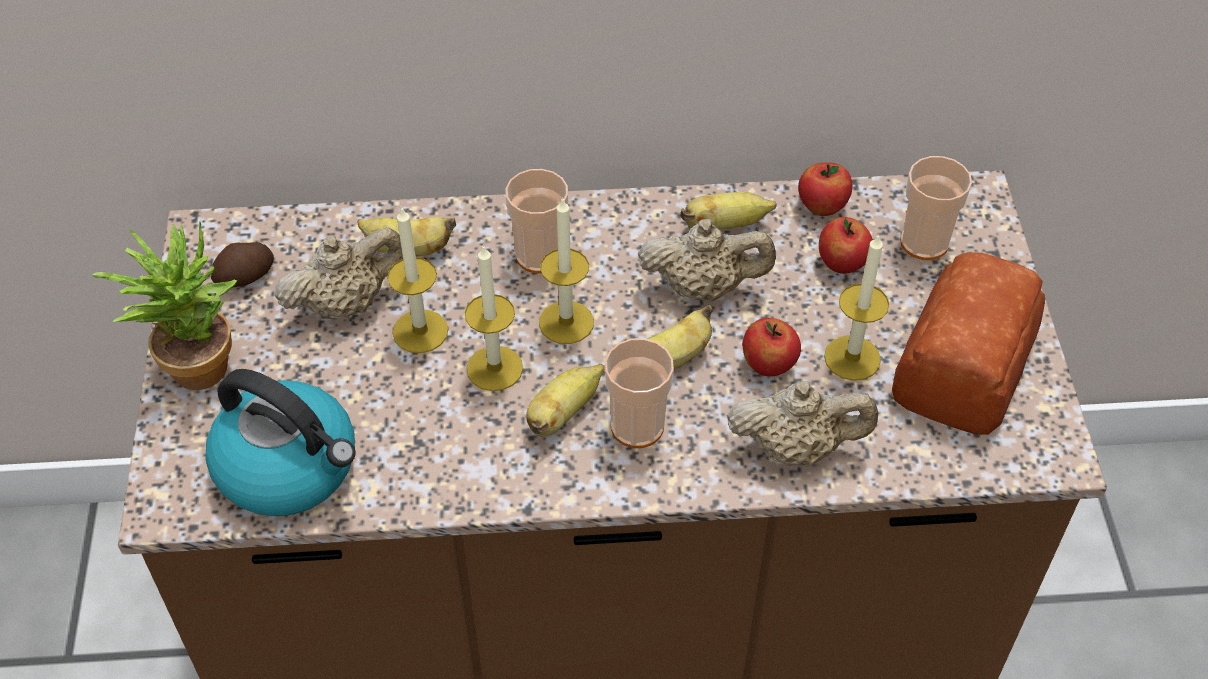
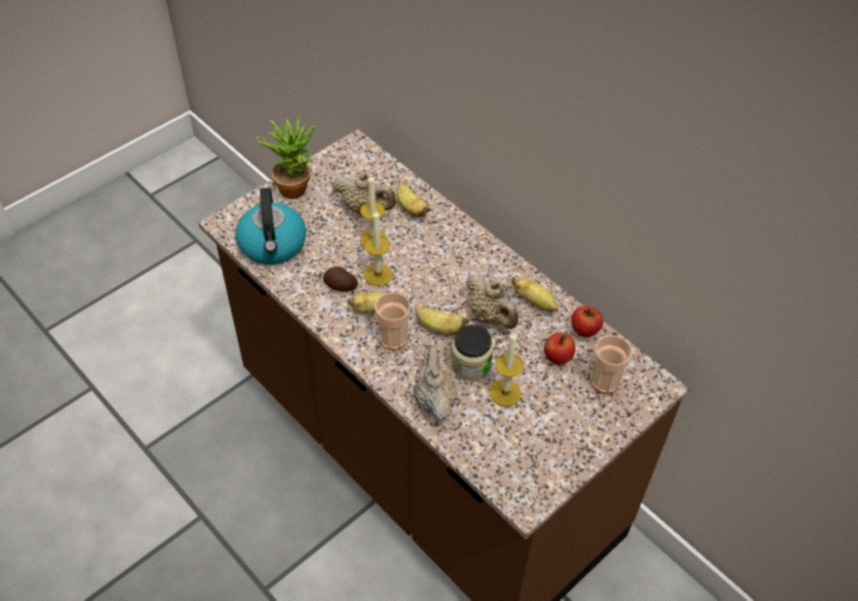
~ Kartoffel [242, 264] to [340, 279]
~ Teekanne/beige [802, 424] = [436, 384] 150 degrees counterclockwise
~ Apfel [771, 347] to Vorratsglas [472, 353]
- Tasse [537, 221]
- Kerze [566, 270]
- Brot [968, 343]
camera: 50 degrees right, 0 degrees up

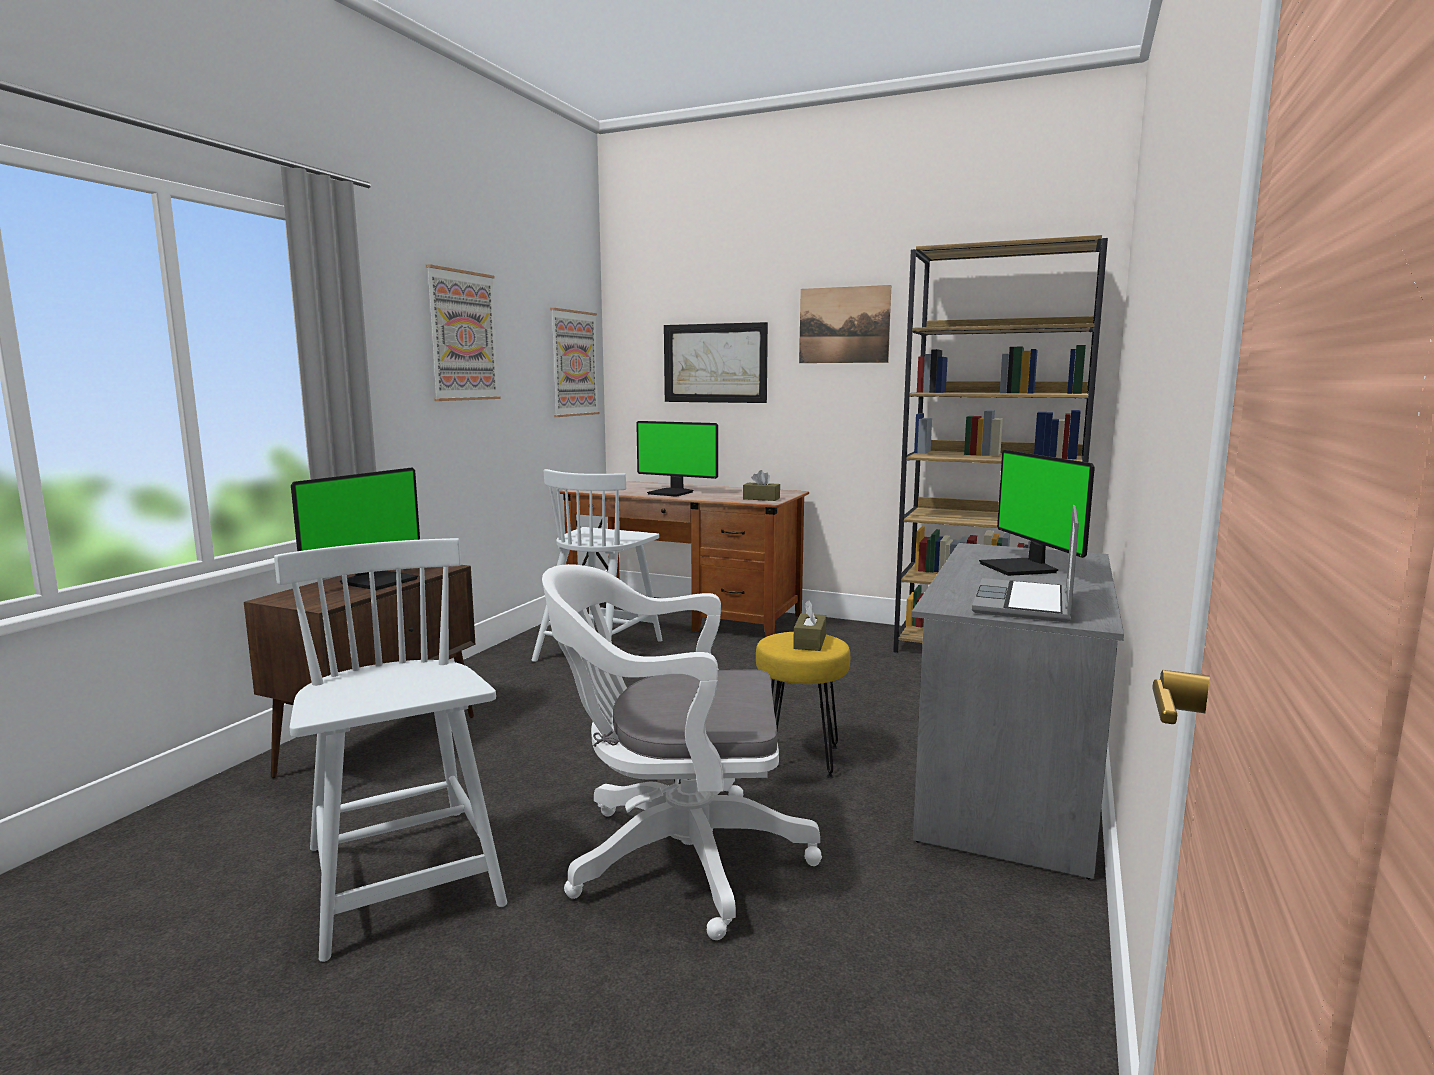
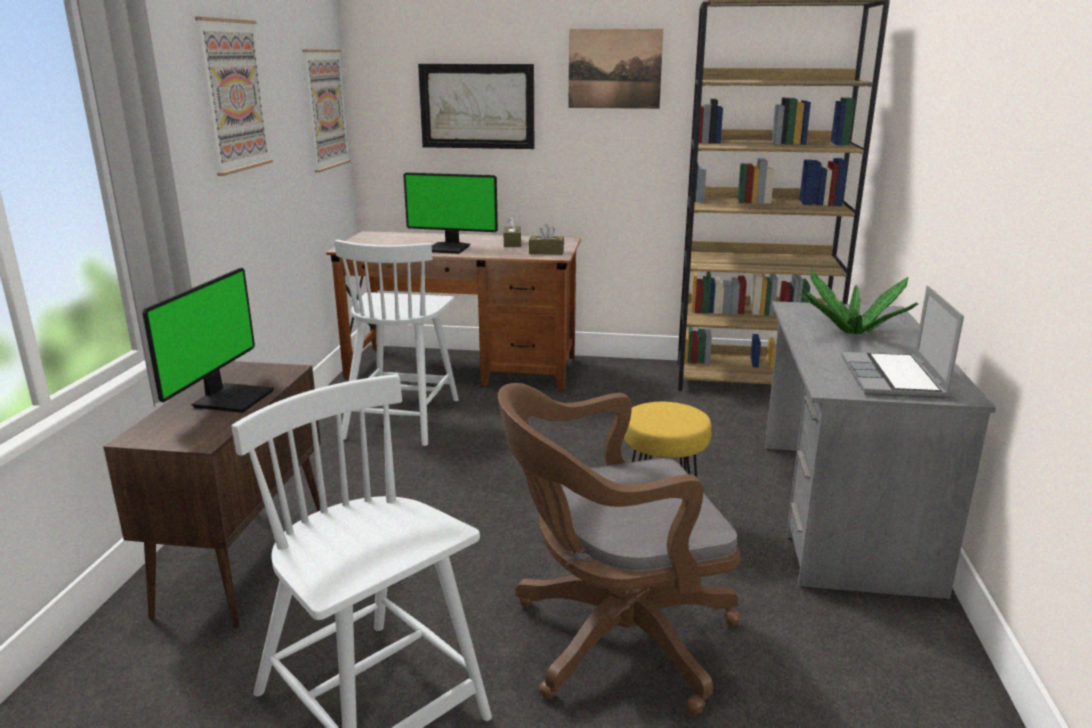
~ Bürostuhl/weiß [682, 752] to Bürostuhl/braun [619, 549]
~ Taschentuchbox/braun [809, 625] to [512, 231]
~ Monitor [1037, 513] to Topfpflanze [859, 302]
camera: 15 degrees left, 10 degrees up

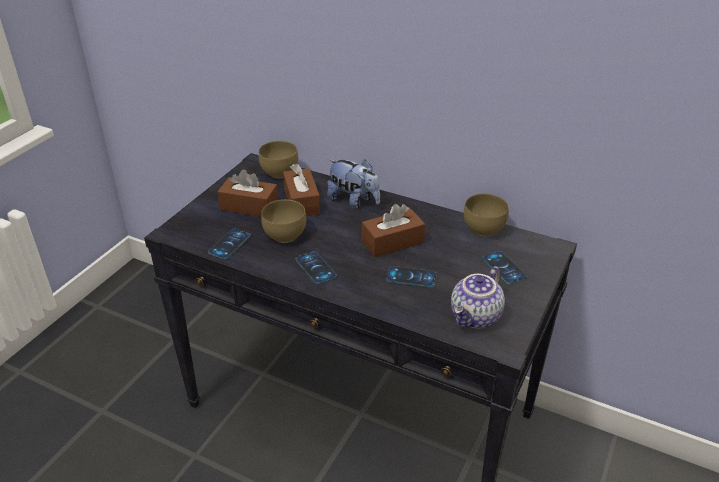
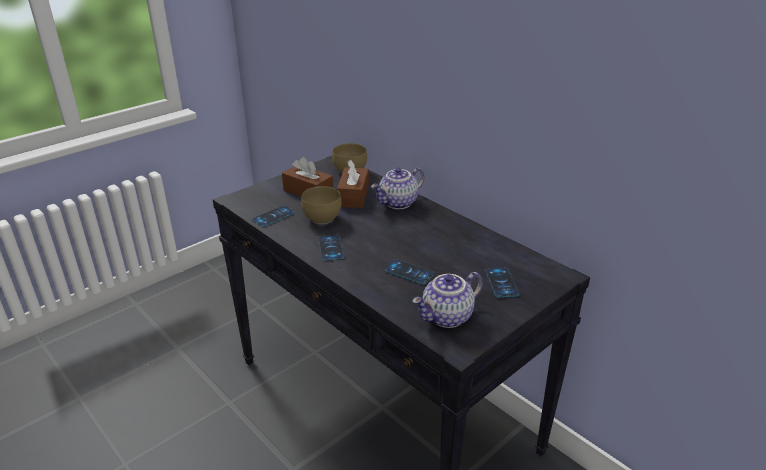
~ Plüschtier [353, 184] to Teekanne [397, 188]
- Taschentuchbox/braun [393, 231]
- Schüssel/braun [486, 214]
camera: 20 degrees right, 5 degrees down

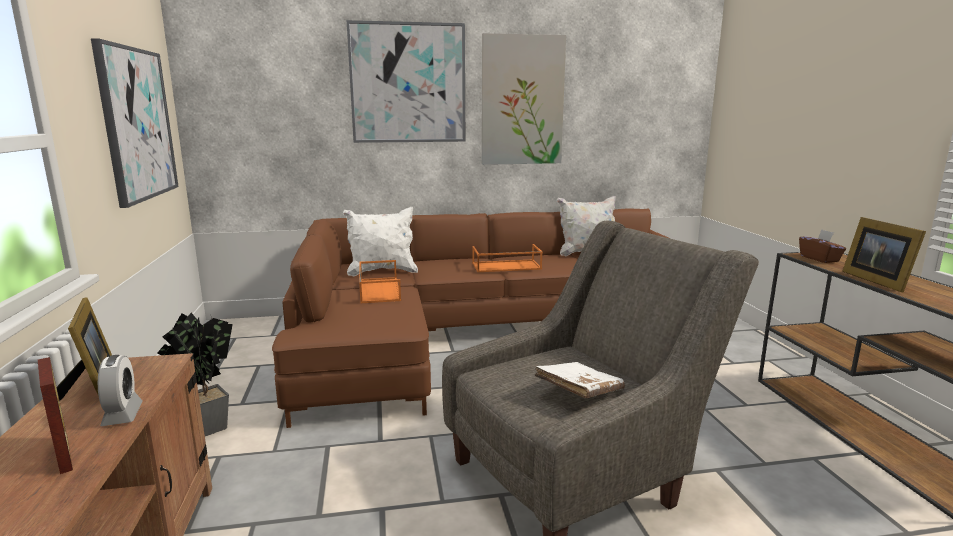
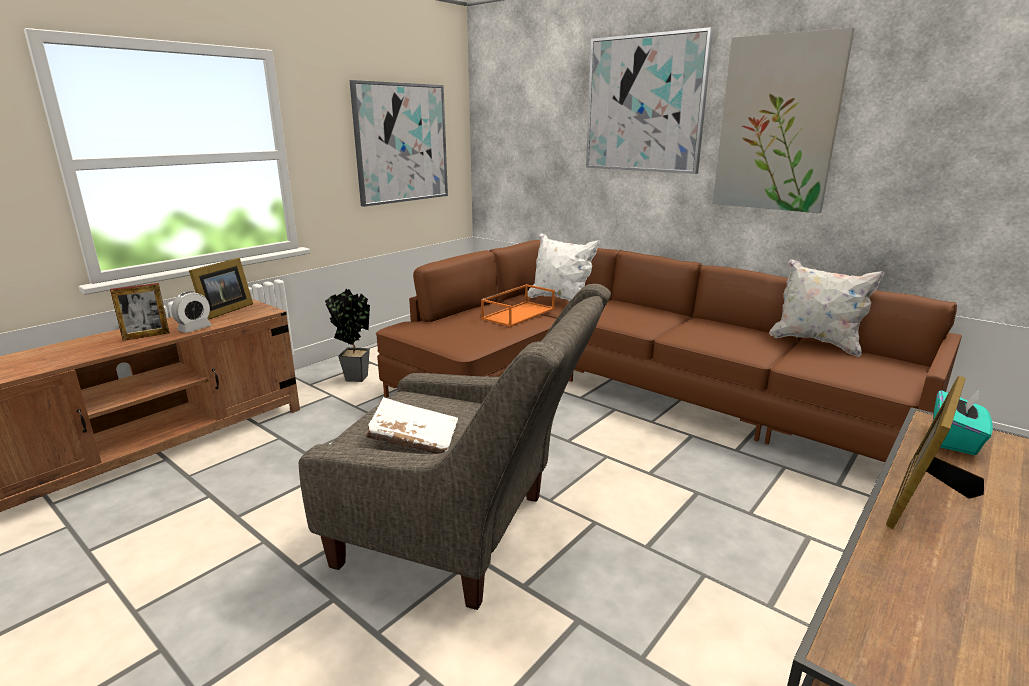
~ Bilderrahmen [55, 415] = [139, 312] 45 degrees clockwise
~ Taschentuchbox/braun [822, 246] to Taschentuchbox/türkis [963, 422]
- Tablett/orange [507, 258]
camera: 50 degrees right, 5 degrees up

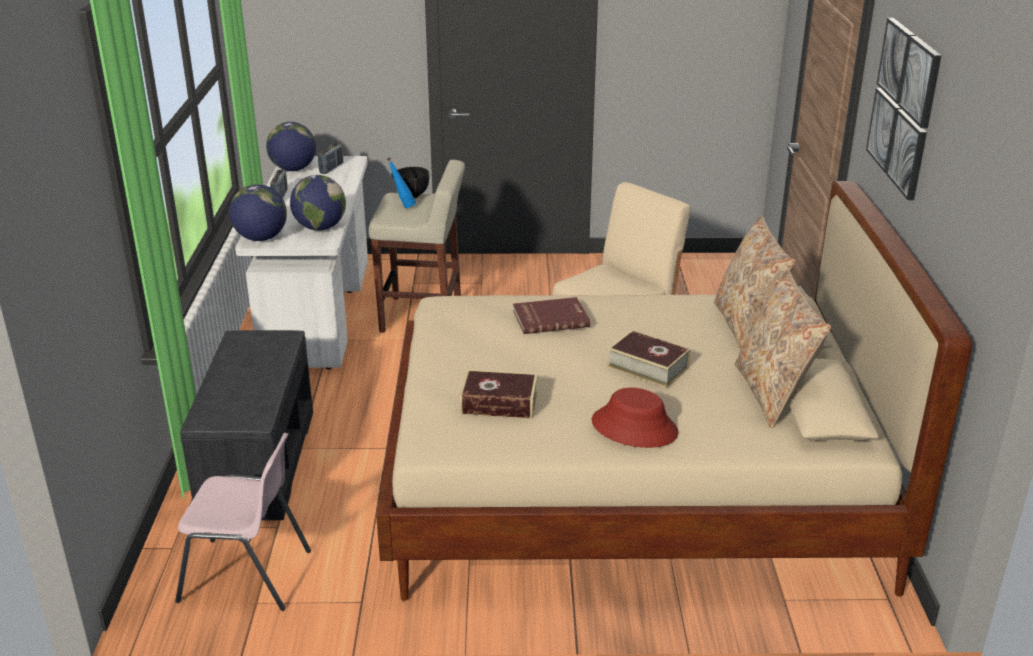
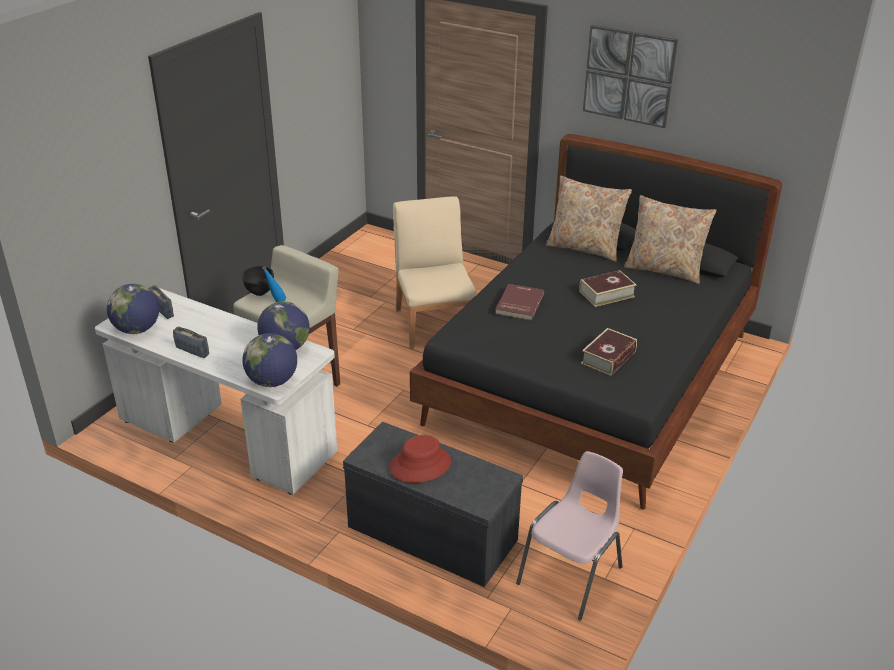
~ Hut/rot [635, 418] to [420, 459]
~ Bett/beige [674, 391] to Bett/schwarz [596, 322]
camera: 60 degrees left, 5 degrees up

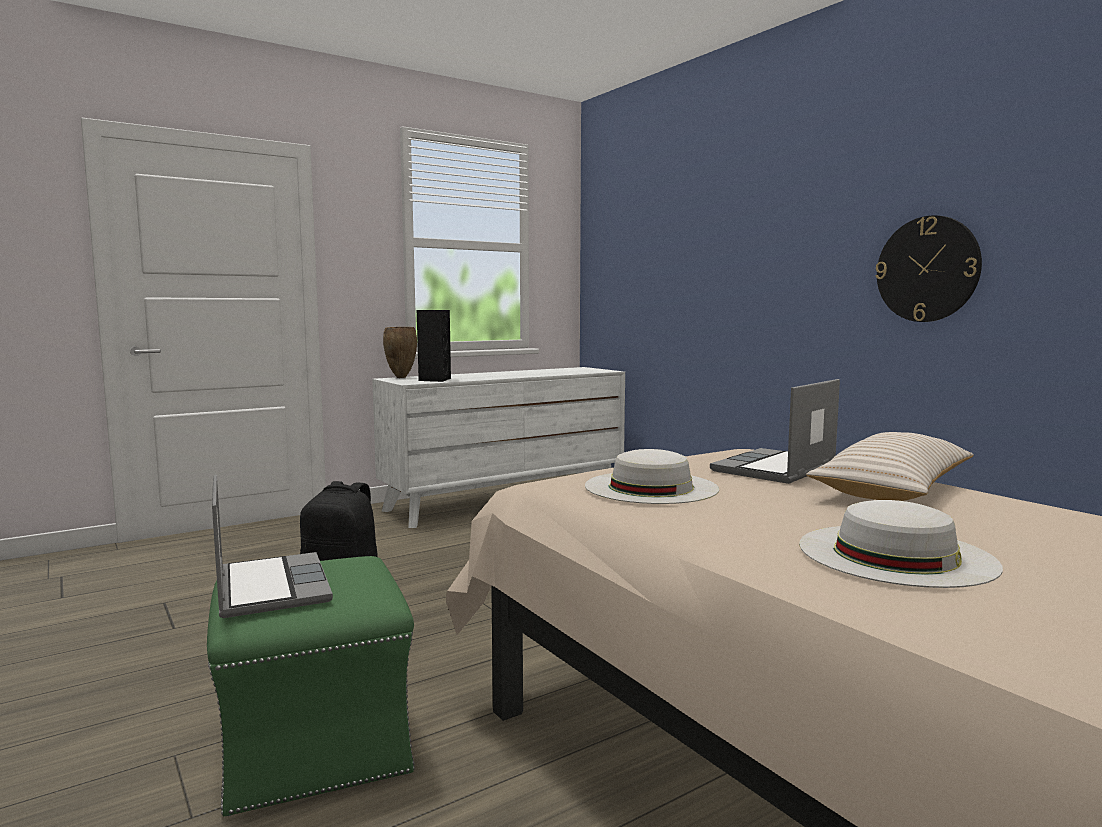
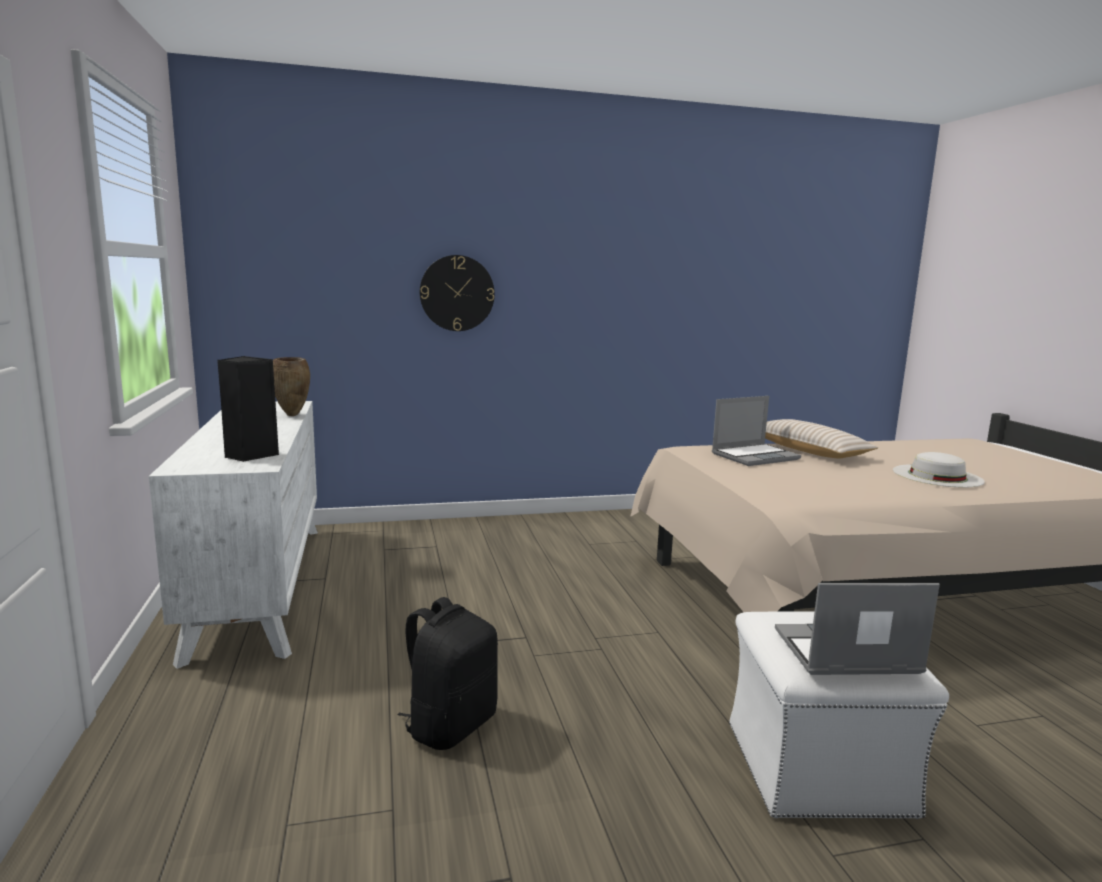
~ Vase/braun [400, 352] to [291, 386]
~ Wanduhr [928, 268] to [457, 293]
~ Laptop [775, 431] = [756, 431] 90 degrees counterclockwise
~ Polsterhocker/grün [311, 686] to Polsterhocker/weiß [839, 715]
- Hut/weiß [652, 476]
camera: 70 degrees left, 5 degrees up

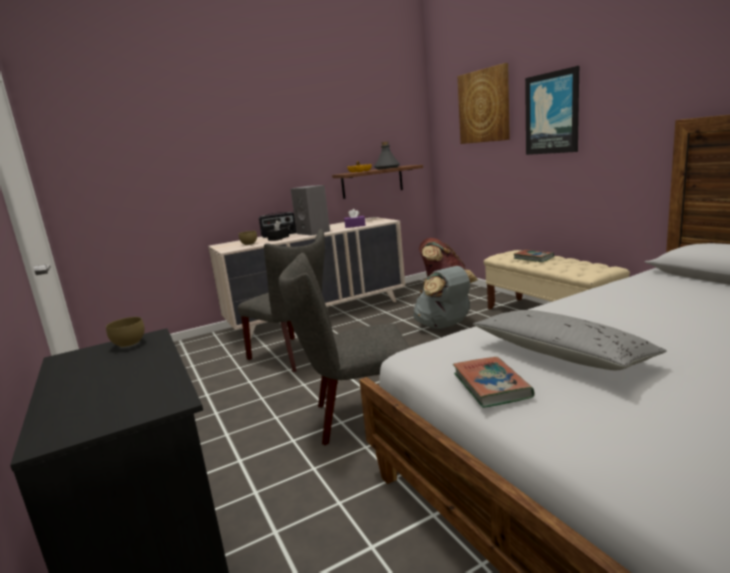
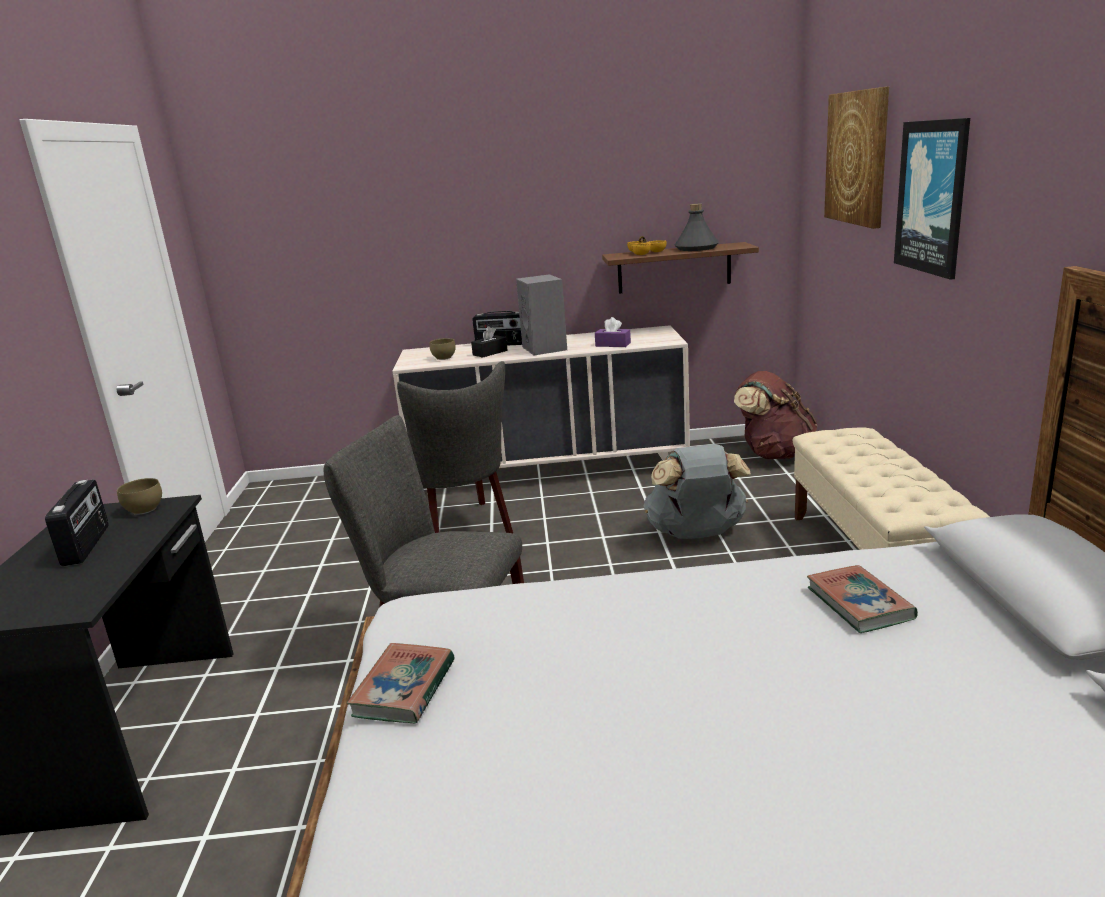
+ Radio [77, 523]
~ Buch [534, 256] to [862, 599]
- Kissen/grau [570, 340]
camera: 25 degrees right, 5 degrees up

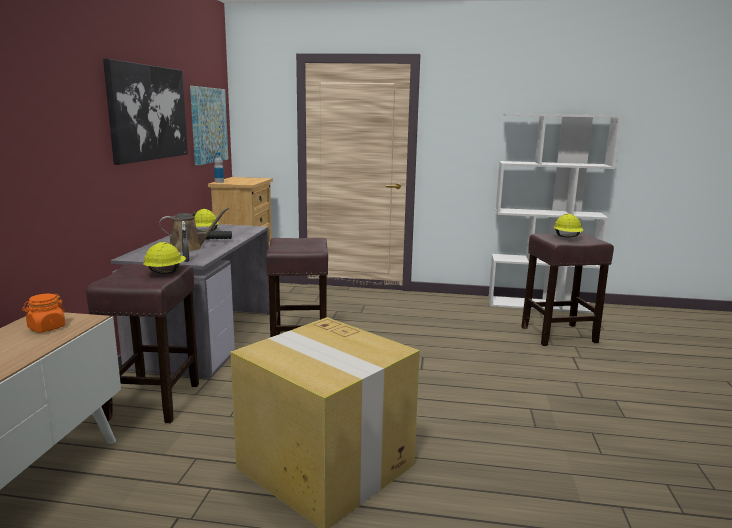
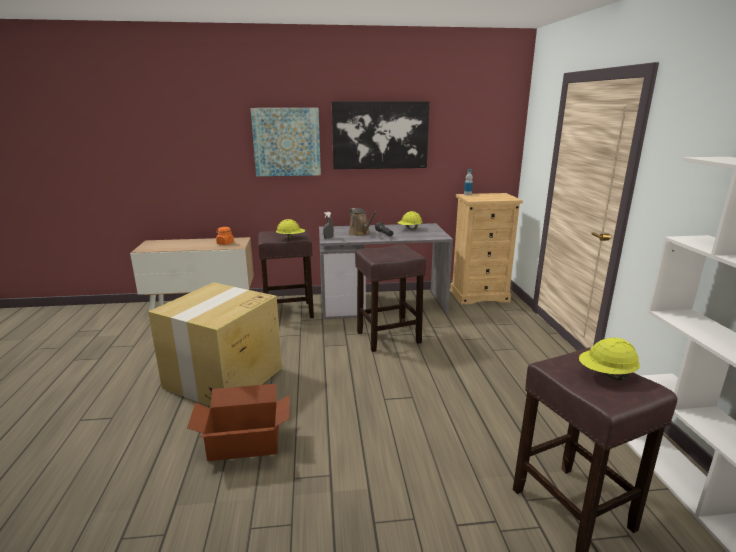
+ Karton [238, 422]
~ Bild [209, 125] to [286, 142]
camera: 75 degrees right, 5 degrees up

